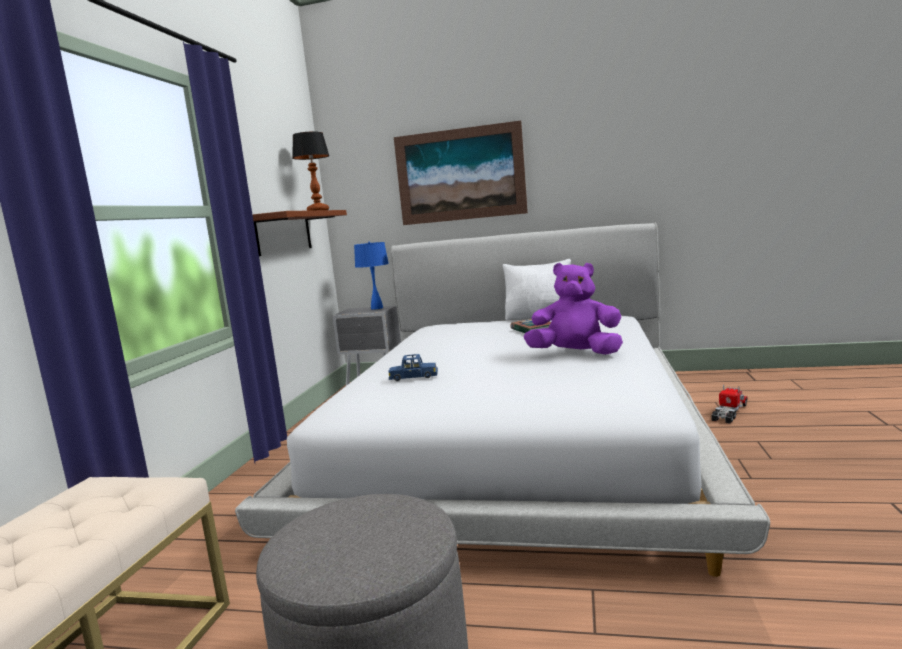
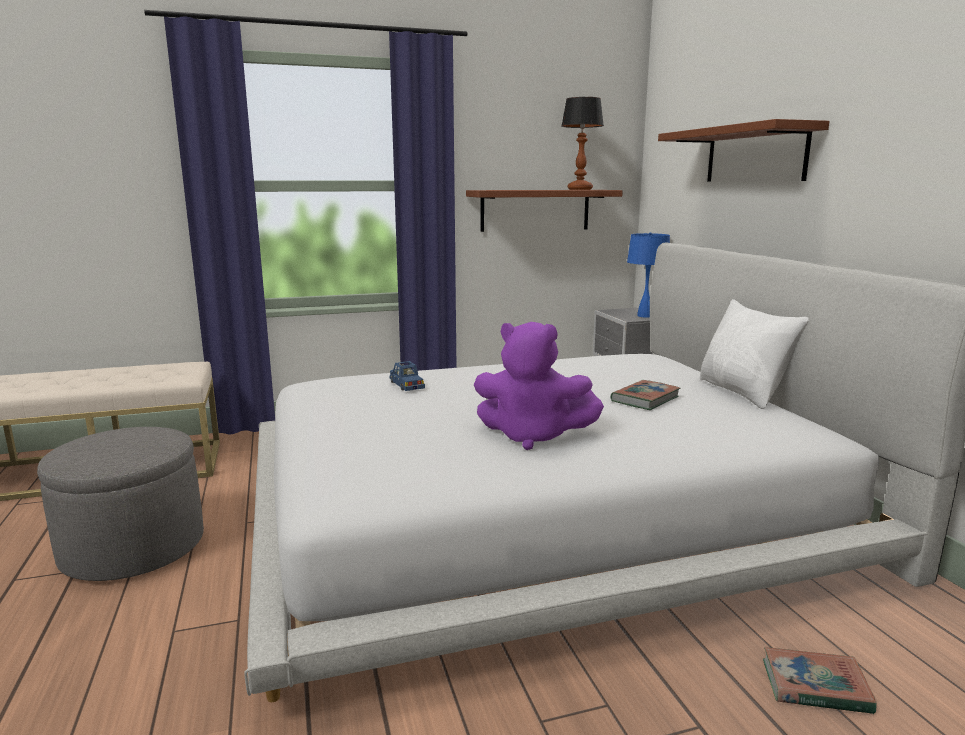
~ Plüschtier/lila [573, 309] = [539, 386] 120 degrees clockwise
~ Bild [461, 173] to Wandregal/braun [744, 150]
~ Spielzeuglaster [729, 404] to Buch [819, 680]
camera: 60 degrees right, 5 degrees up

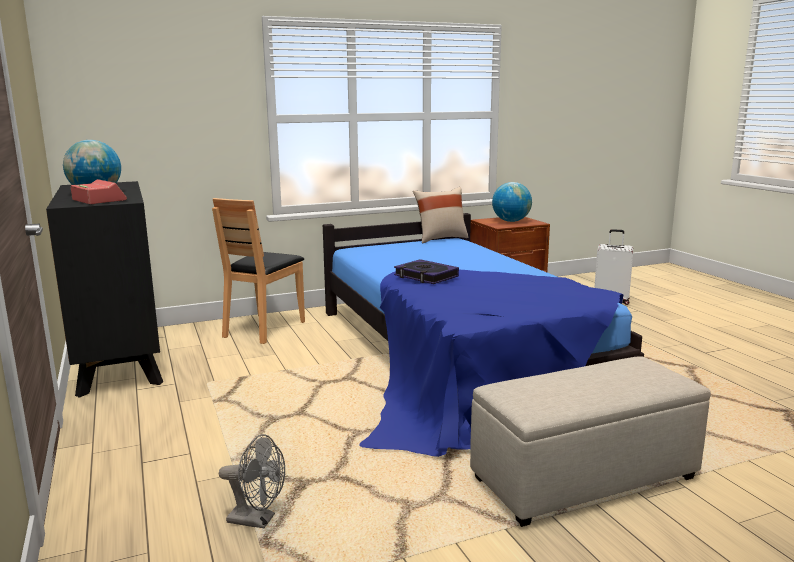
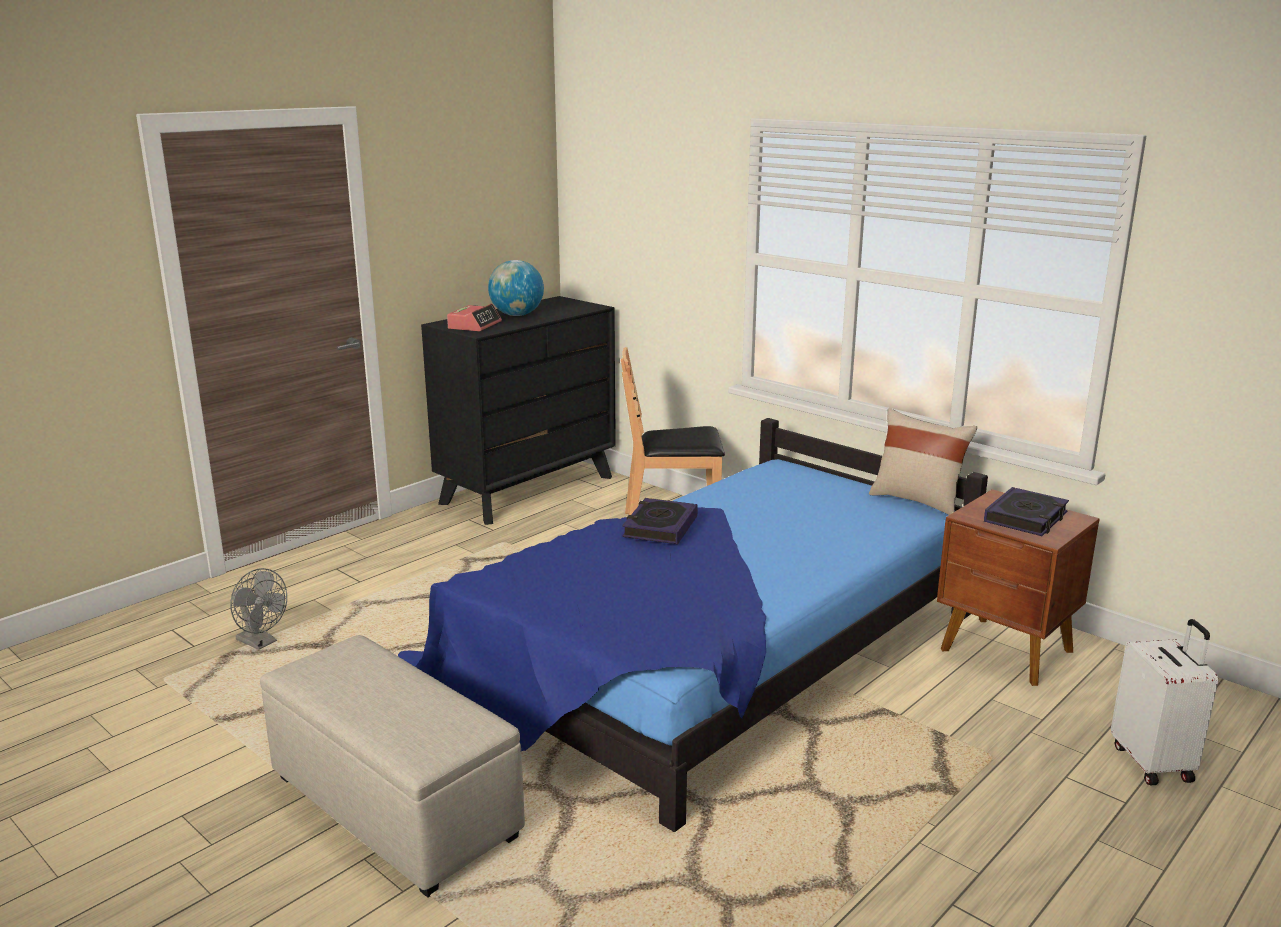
~ Ventilator/grau [252, 481] = [258, 609] 45 degrees counterclockwise
~ Globus [512, 202] to Buch [1026, 511]
camera: 65 degrees right, 5 degrees up

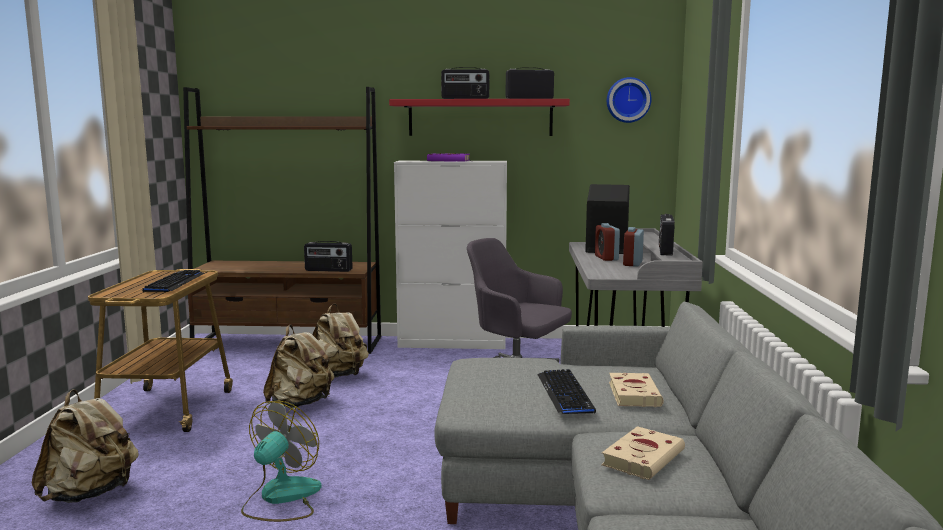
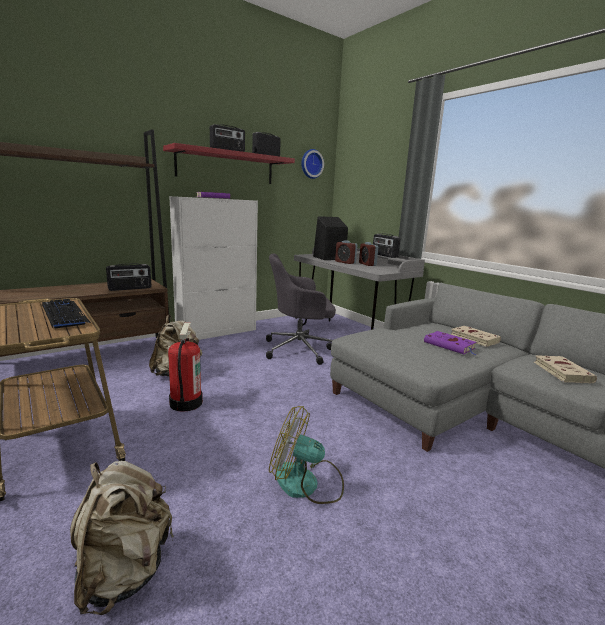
~ Rucksack/beige [298, 366] to Feuerlöscher [185, 367]
~ Ventilator [281, 461] = [306, 455] 60 degrees counterclockwise
~ Tastatur [566, 391] to Buch/lila [450, 343]
camera: 40 degrees left, 5 degrees up

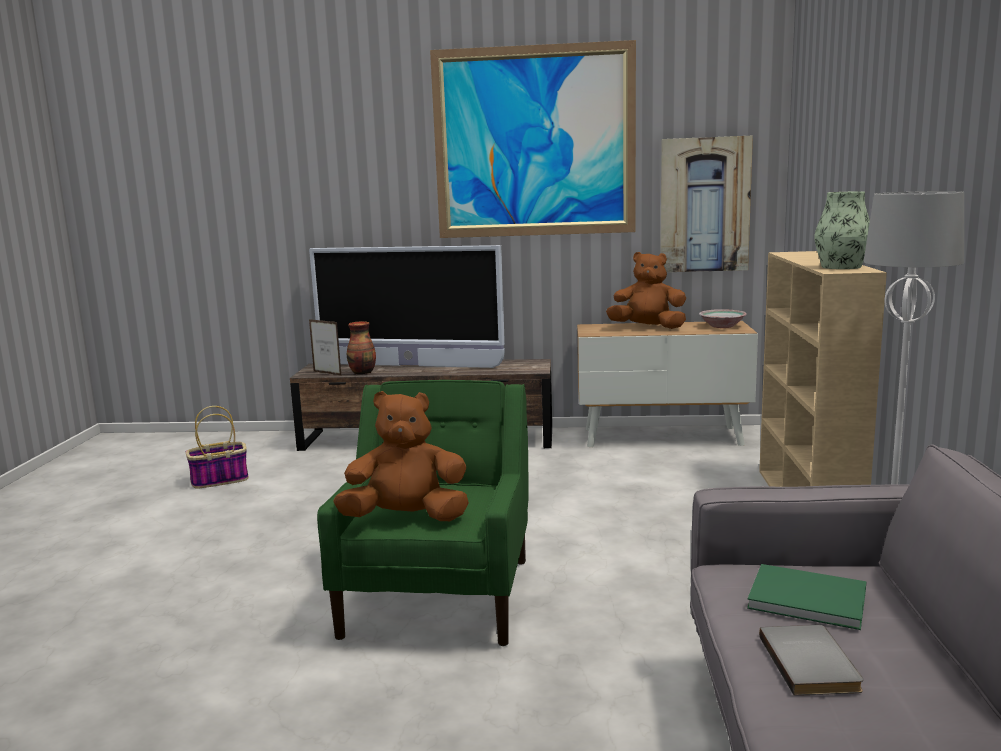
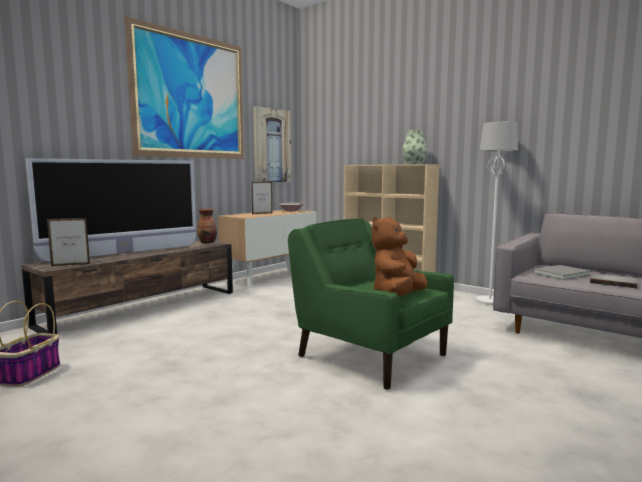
~ Vase [361, 347] to [207, 226]
~ Plüschtier/braun [646, 290] to Bilderrahmen [261, 197]
~ Buch/grün [806, 597] to Buch/grau [561, 272]
camera: 55 degrees left, 5 degrees down

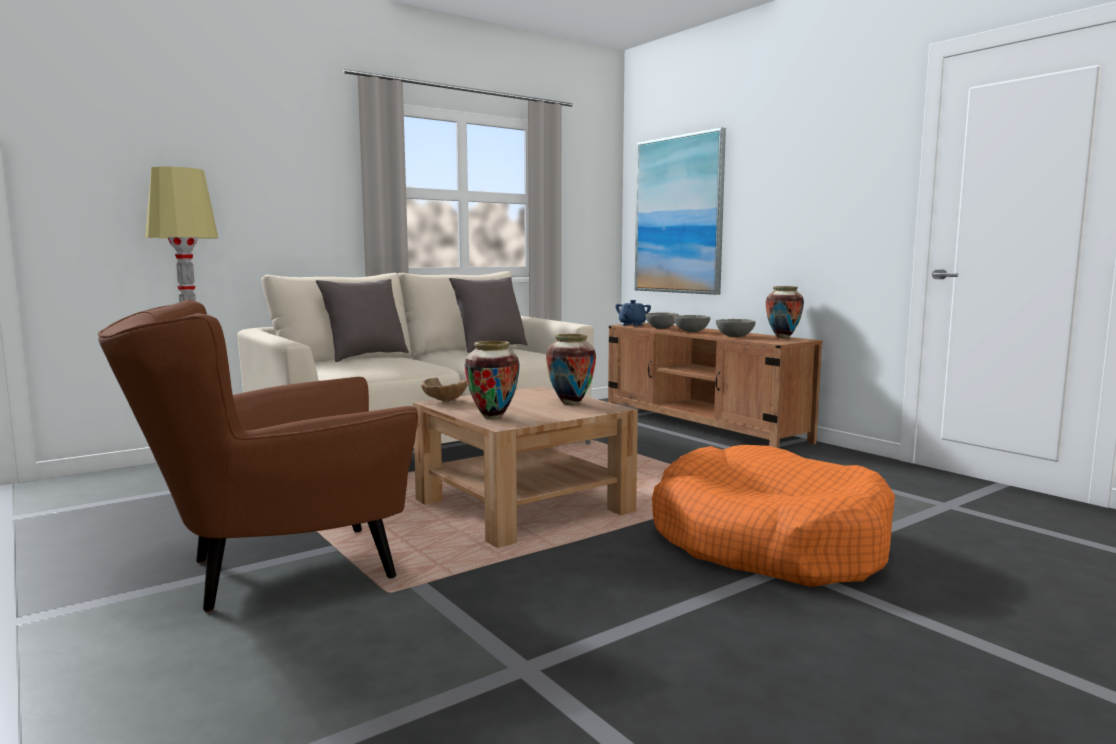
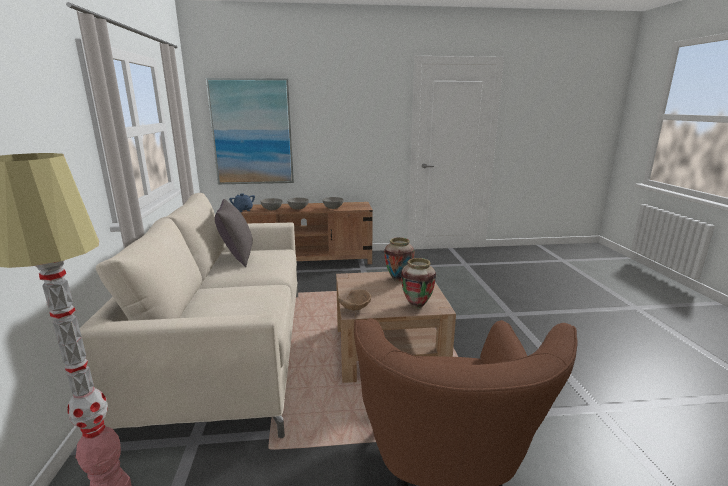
- Kissen/grau [362, 320]
- Hundebett/orange [773, 516]
- Vase [785, 312]
camera: 60 degrees left, 10 degrees up

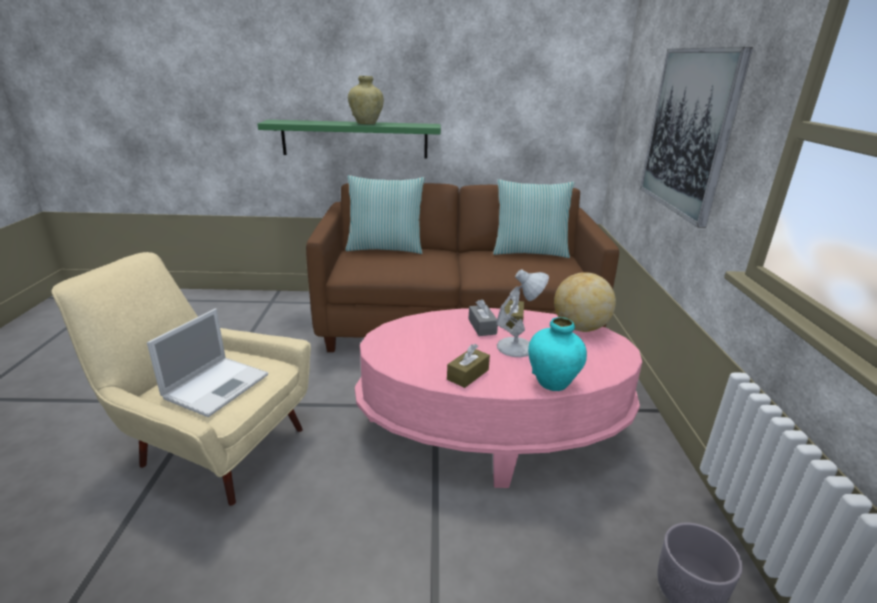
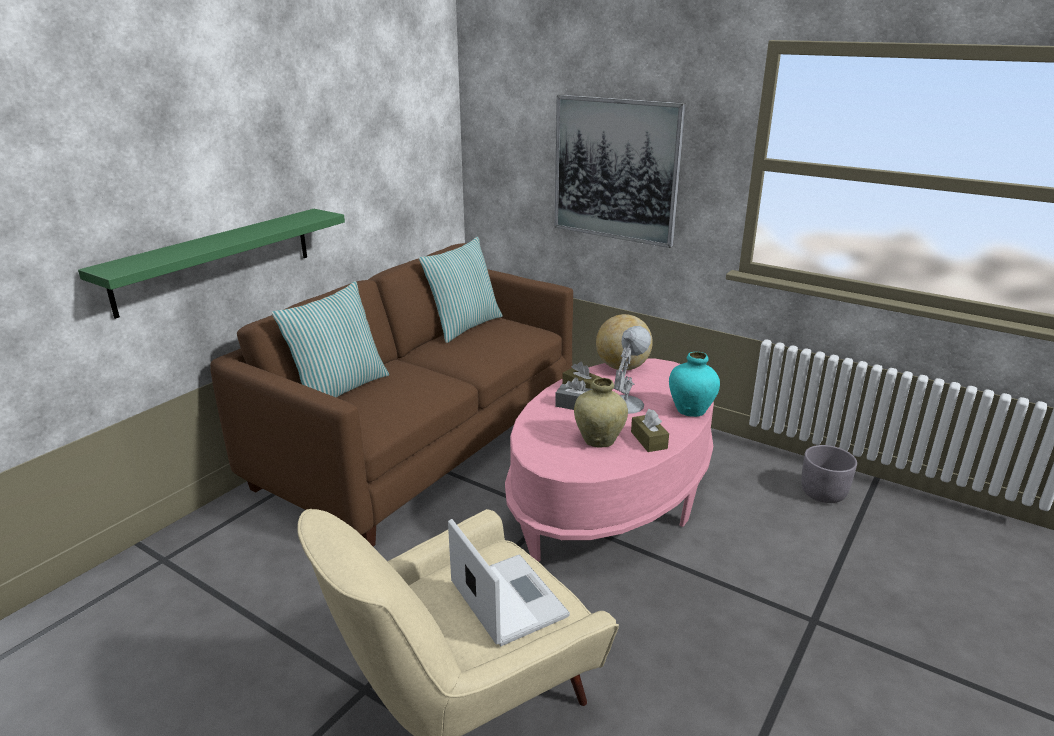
~ Vase/beige [366, 100] to [601, 412]
camera: 55 degrees left, 0 degrees up

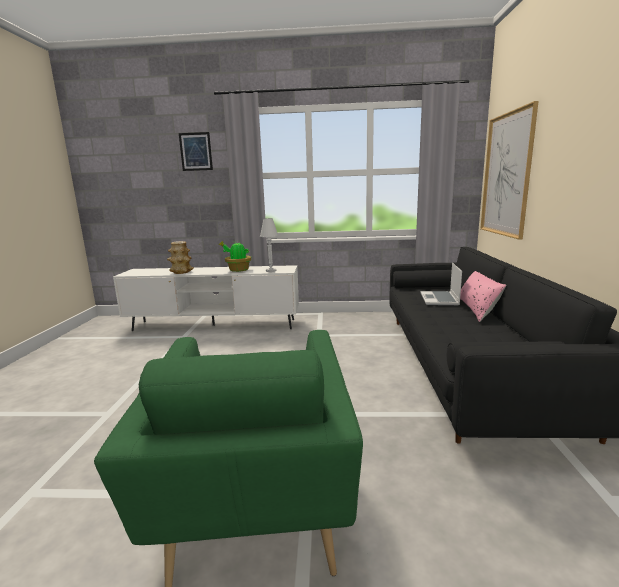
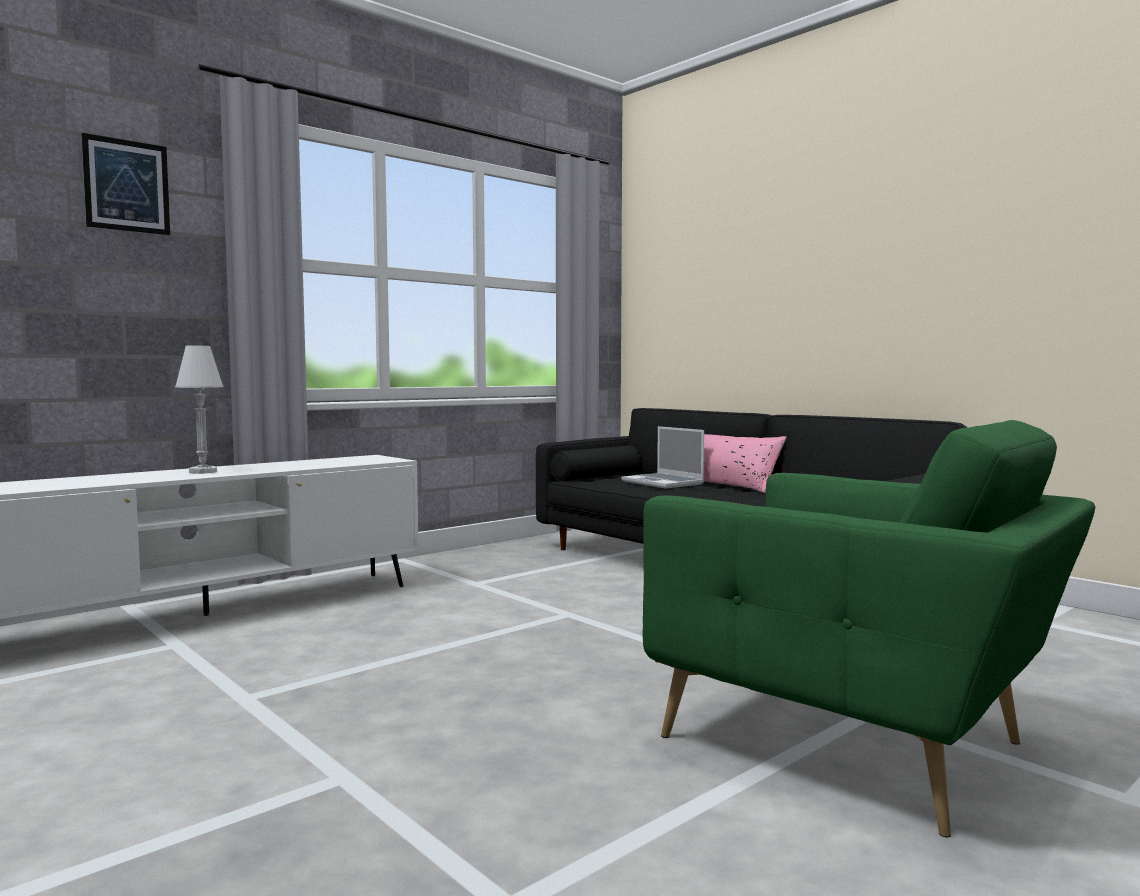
~ Tischlampe/weiß [269, 245] to [199, 410]
- Vase [180, 257]
- Topfpflanze [235, 256]
- Bild [509, 170]
camera: 45 degrees left, 10 degrees down

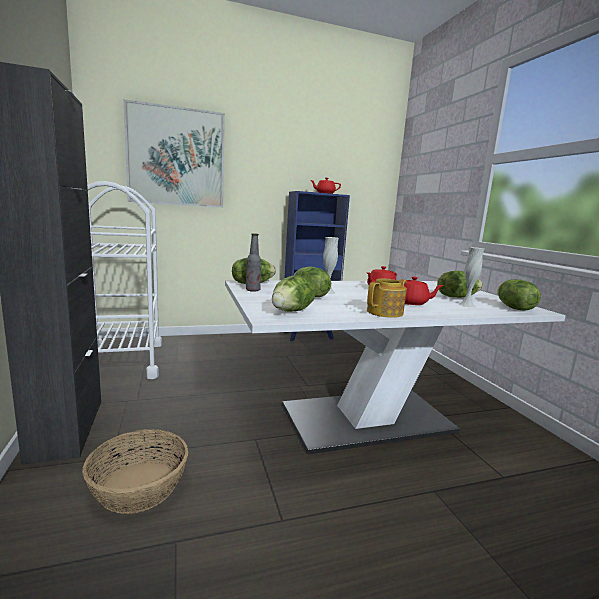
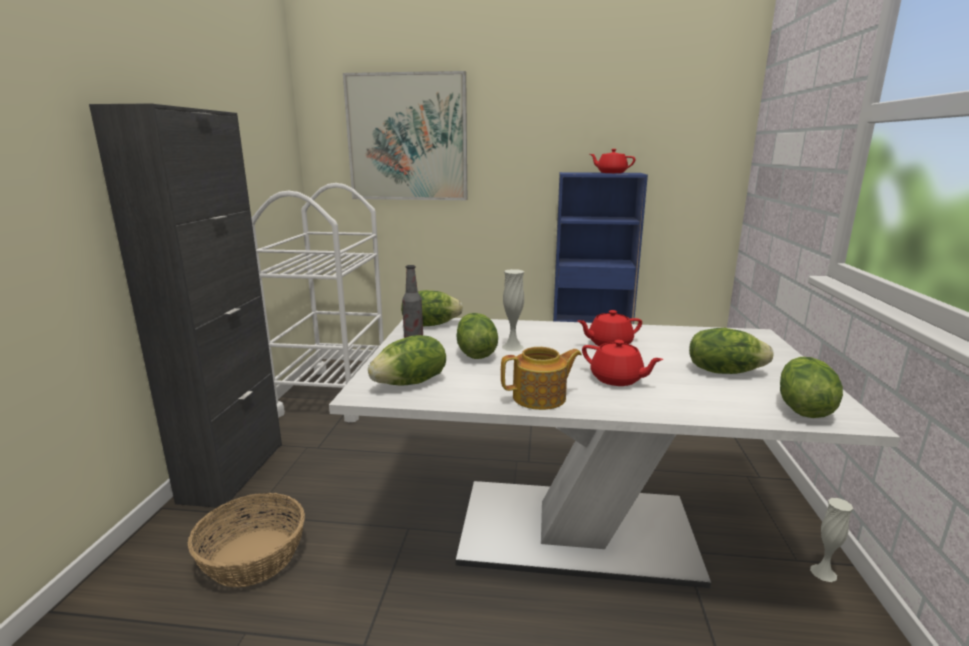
~ Vase/weiß [471, 277] to [831, 540]
camera: 25 degrees right, 5 degrees up

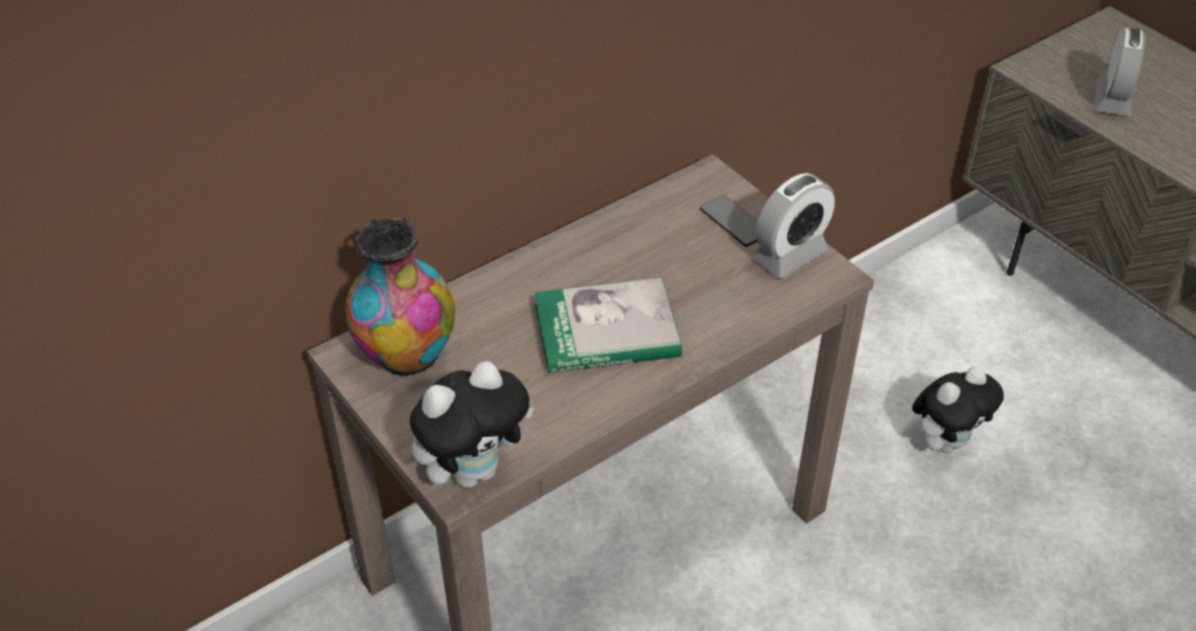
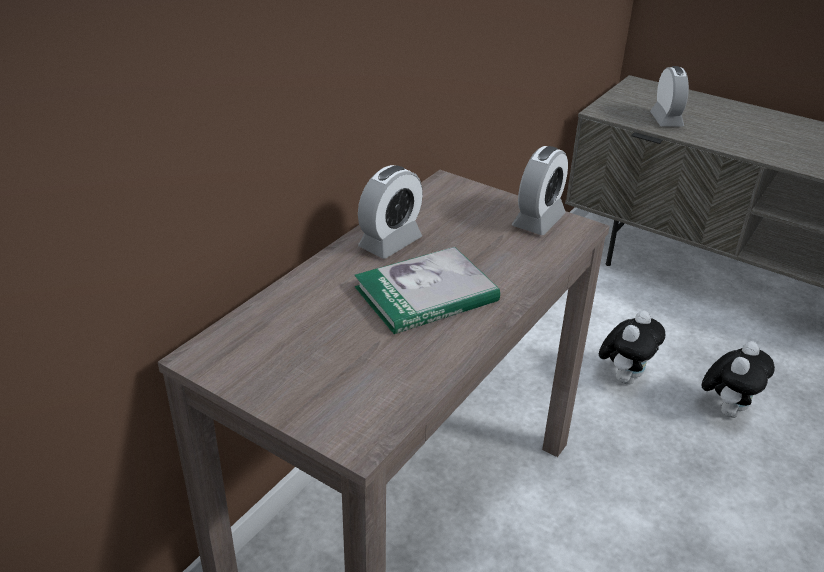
+ Wecker [390, 212]
~ Plüschtier [472, 424] to [738, 379]
- Vase [400, 298]
- Handy [729, 221]
camera: 20 degrees left, 10 degrees down

